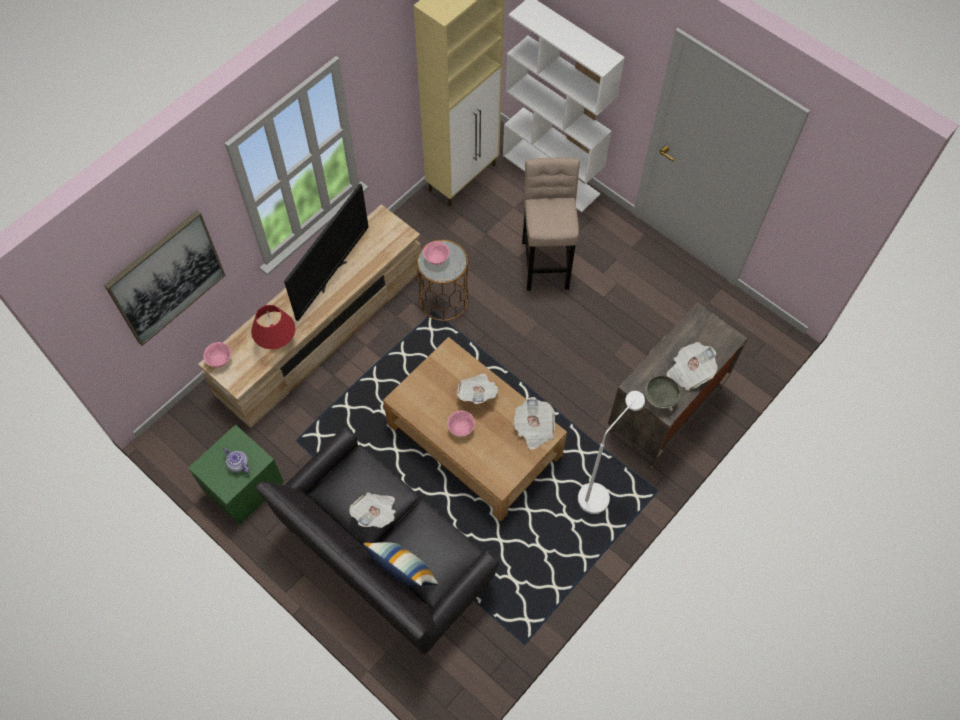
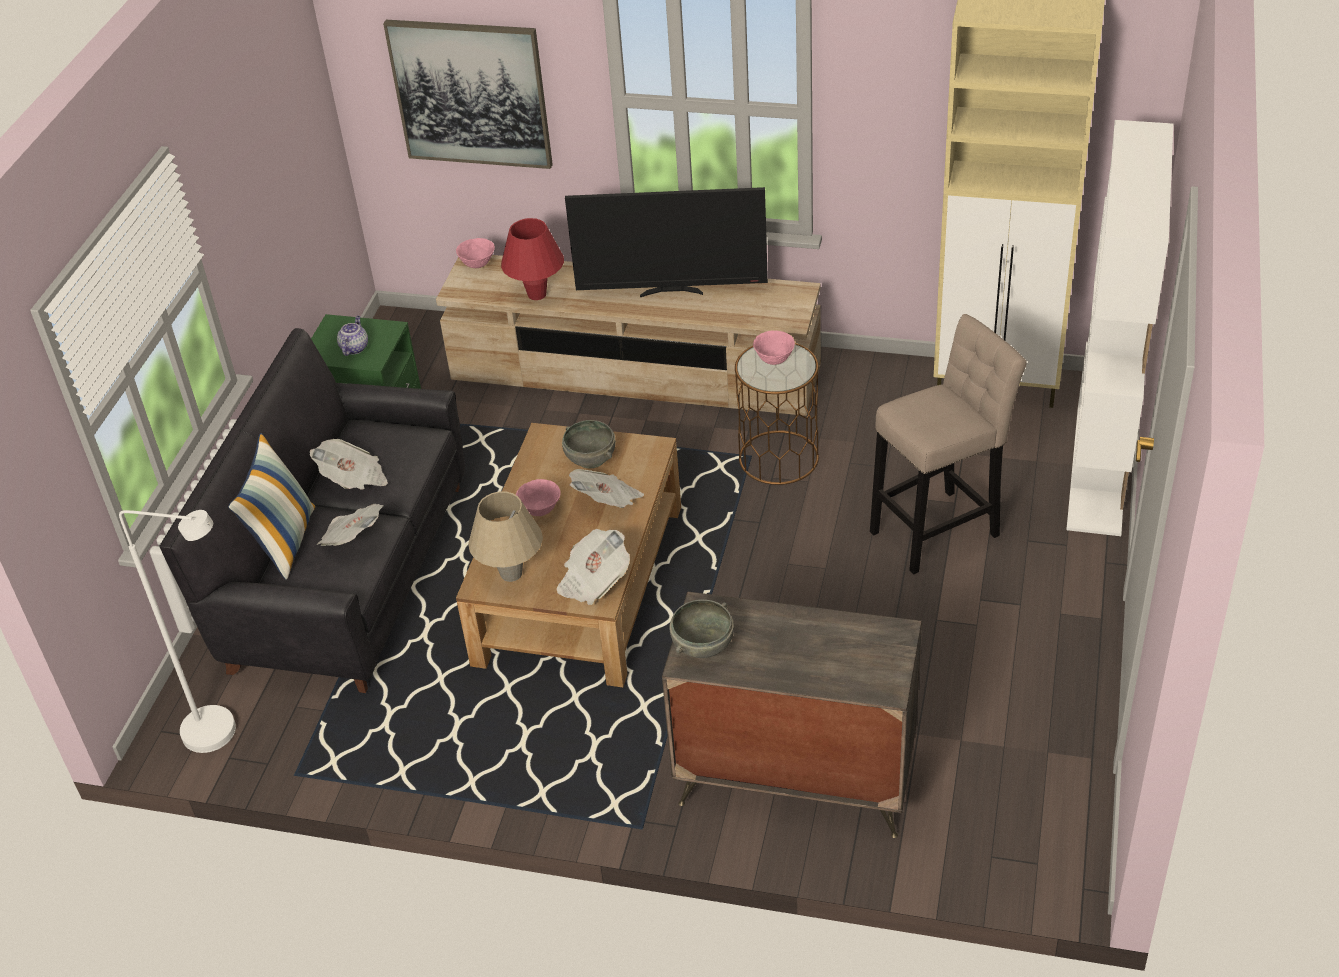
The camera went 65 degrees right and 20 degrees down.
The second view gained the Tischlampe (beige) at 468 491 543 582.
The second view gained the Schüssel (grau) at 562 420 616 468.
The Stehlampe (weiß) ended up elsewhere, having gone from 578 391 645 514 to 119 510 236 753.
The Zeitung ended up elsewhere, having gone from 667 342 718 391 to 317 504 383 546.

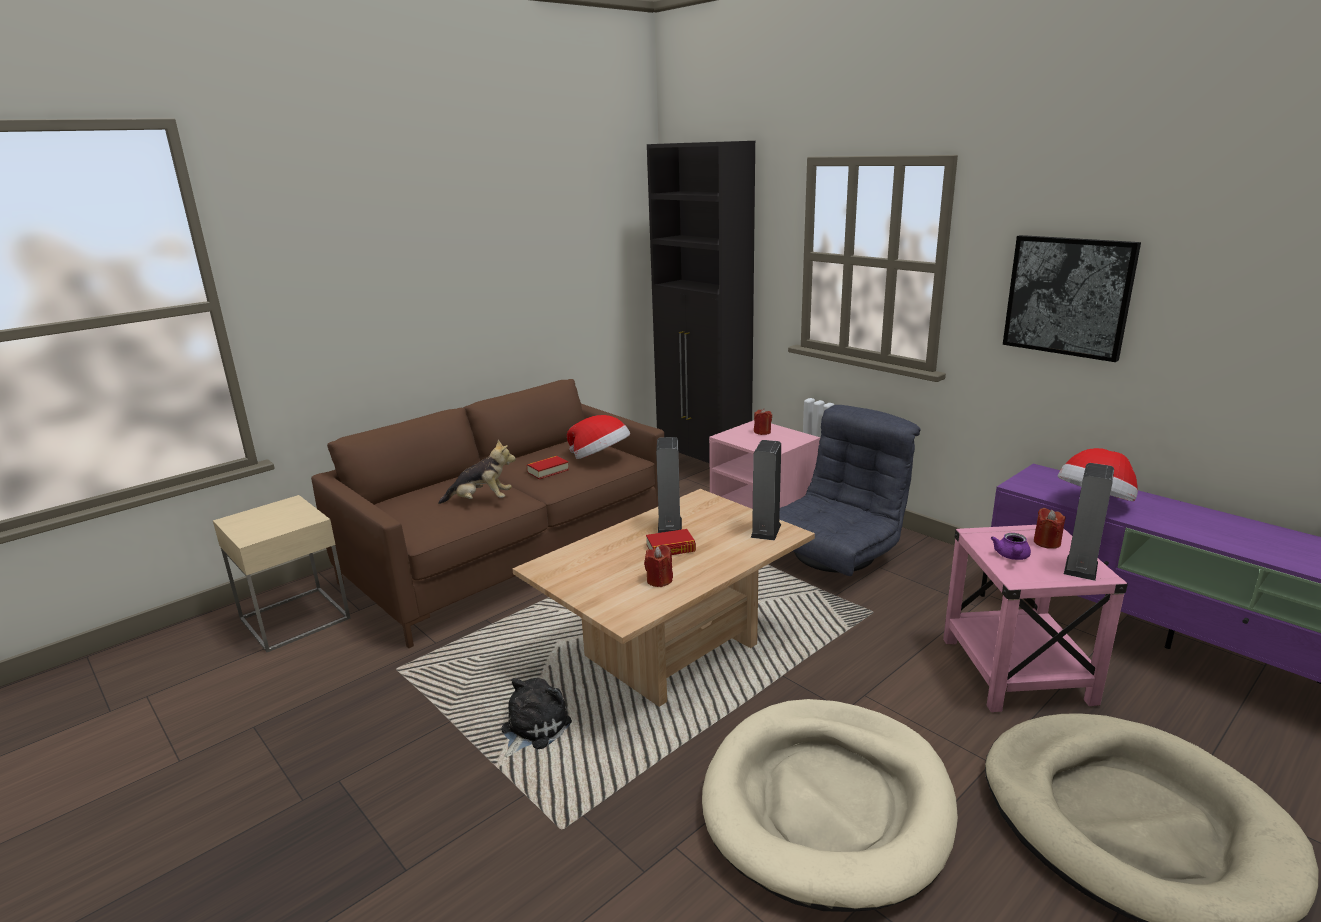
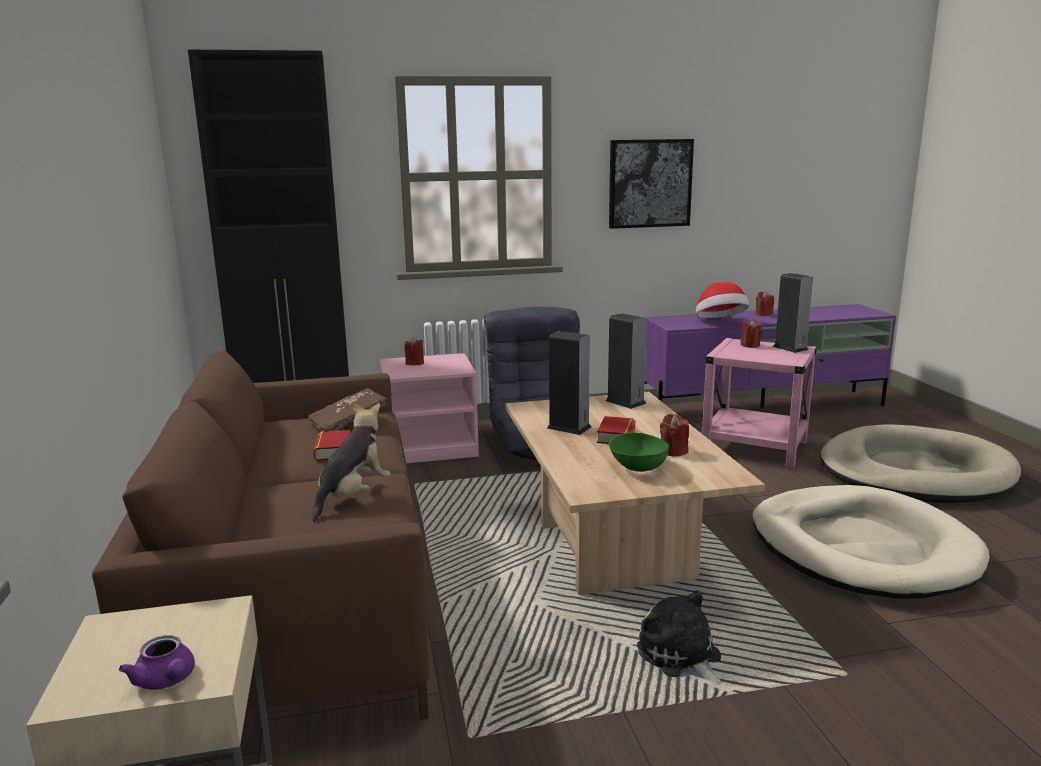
The camera went 60 degrees left and 5 degrees down.
The second view gained the Schüssel (grün) at 609 432 669 472.
The second view gained the Kerze (rot) at 756 291 774 316.
The Teekanne (lila) ended up elsewhere, having gone from 991 533 1031 560 to 119 635 195 690.
Where the Hut stood at 567 415 630 459, the Buch (braun) came to stand at 308 388 388 432.

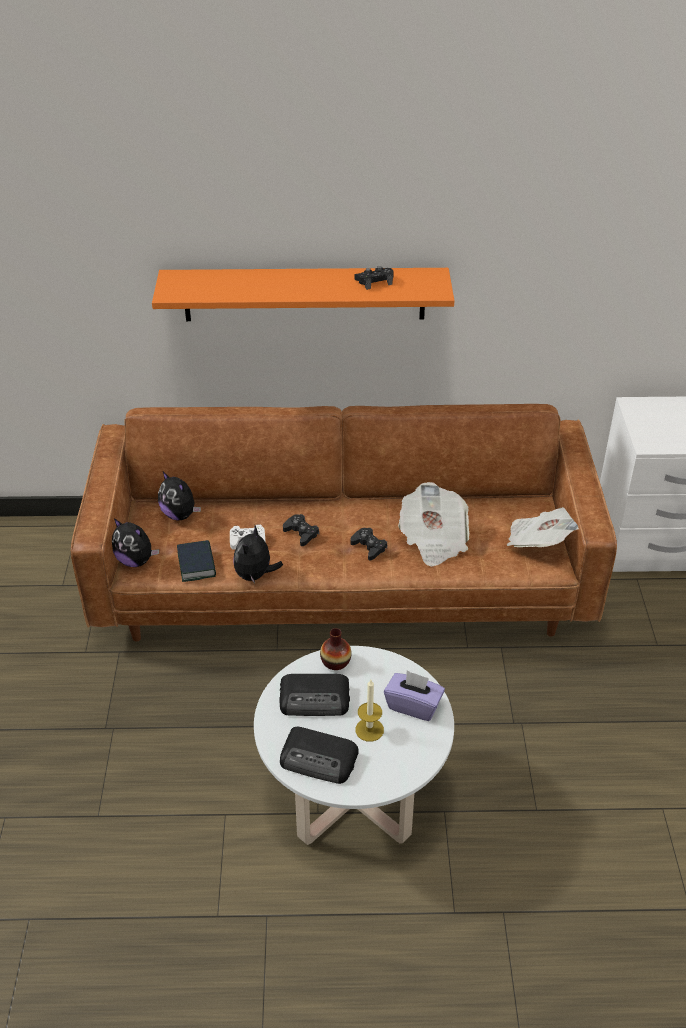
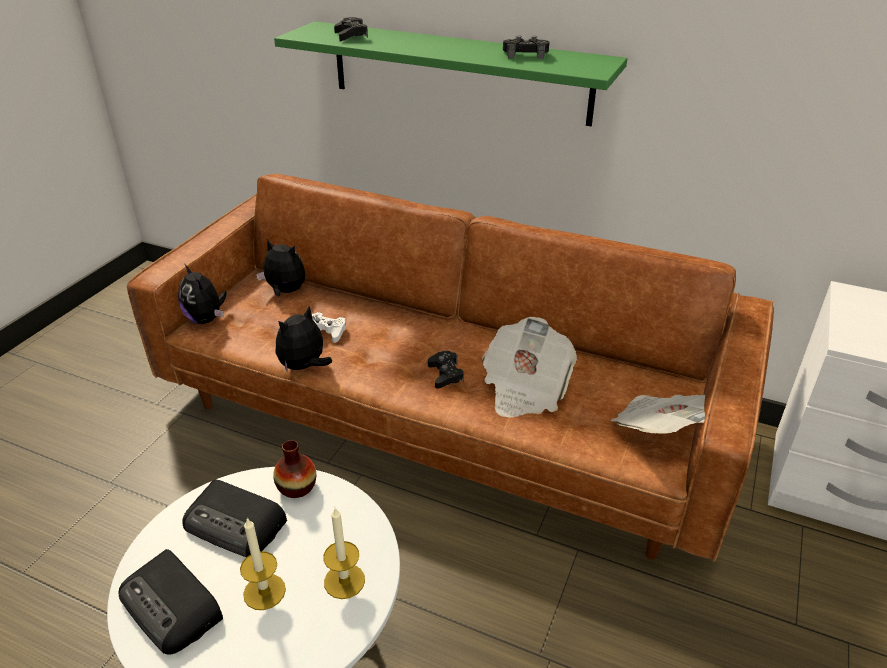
The camera went 25 degrees right and 5 degrees down.
The second view lost the Buch at 177 540 216 582.
The Gamepad (schwarz) ended up elsewhere, having gone from 283 514 319 546 to 334 17 368 42.
Where the Taschentuchbox (lila) stood at 384 670 445 721, the Kerze came to stand at 323 508 365 599.
What was the Wandregal (orange) at 152 268 455 321 turned into the Wandregal (grün) at 274 21 627 126.
The Plüschtier at 158 472 201 520 ended up facing another way, 135 degrees clockwise from before.

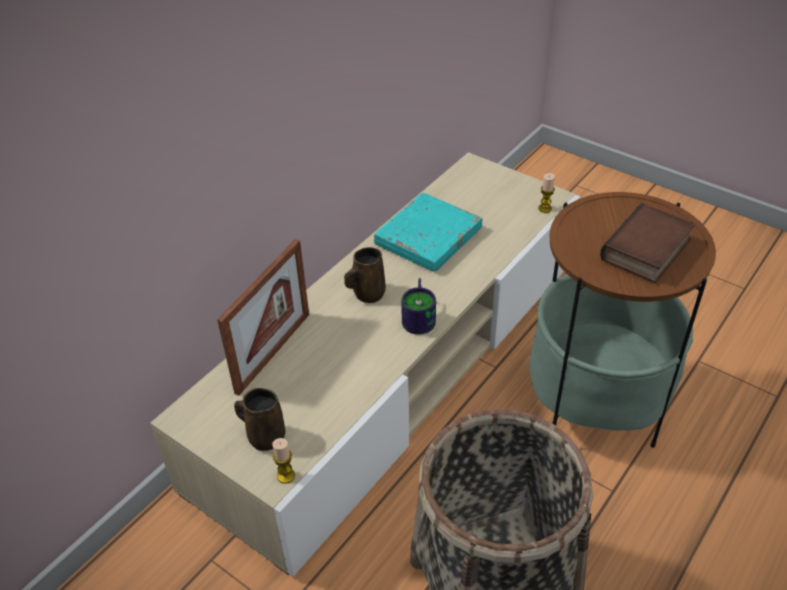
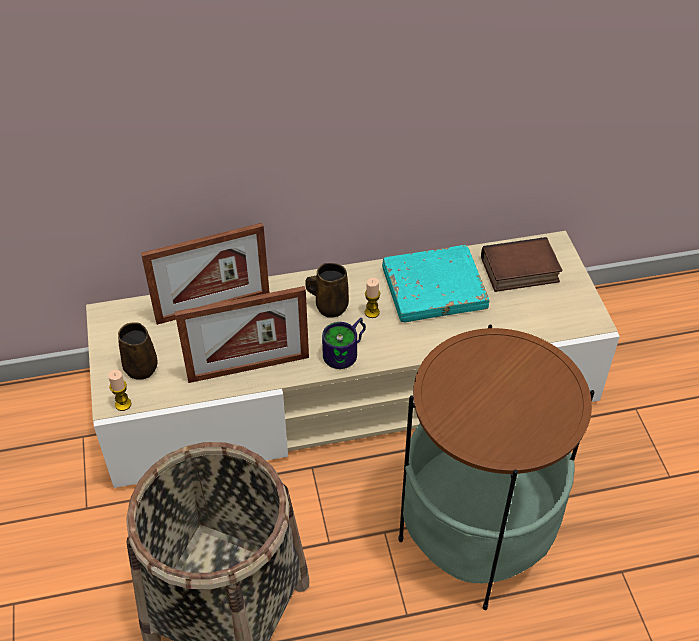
The camera went 40 degrees right and 5 degrees up.
The second view gained the Bilderrahmen at 175 286 309 383.
The Kerze ended up elsewhere, having gone from 538 173 555 213 to 365 278 380 318.
The Buch ended up elsewhere, having gone from 600 203 695 283 to 481 237 562 292.

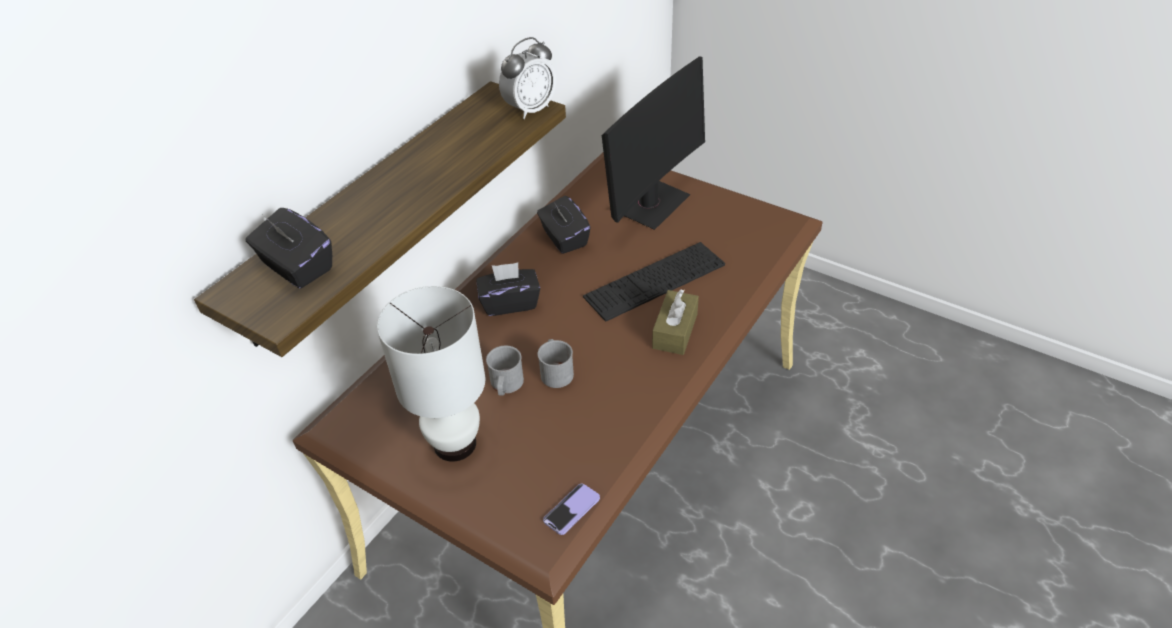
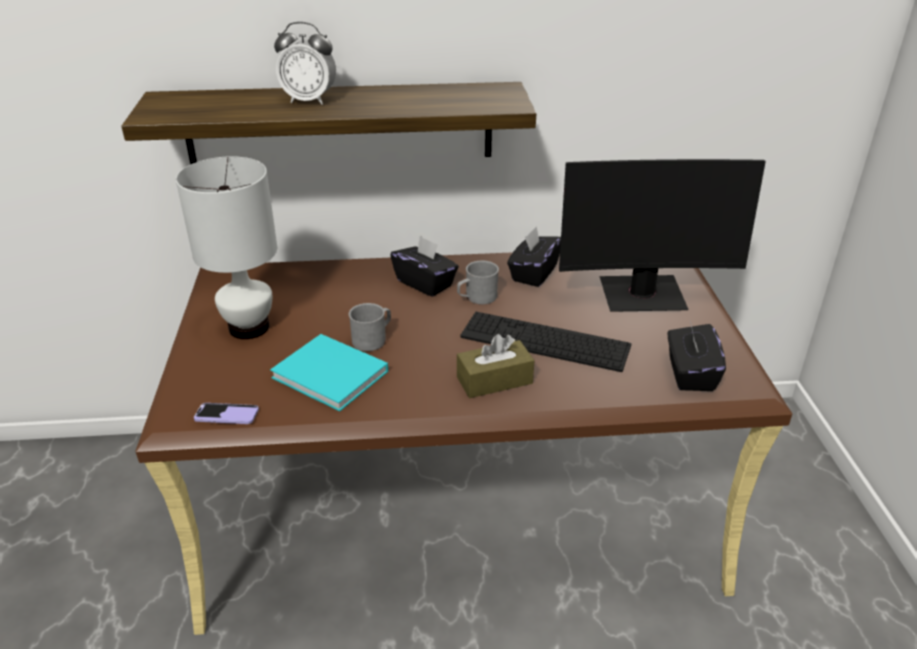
The camera went 50 degrees right and 10 degrees down.
The second view gained the Buch (türkis) at 270 334 388 411.
The Taschentuchbox (schwarz) ended up elsewhere, having gone from 246 208 332 288 to 667 320 726 391.
The Henkelbecher (grau) ended up elsewhere, having gone from 486 345 524 396 to 457 261 499 304.
The Wecker ended up elsewhere, having gone from 499 37 556 119 to 274 22 336 104.

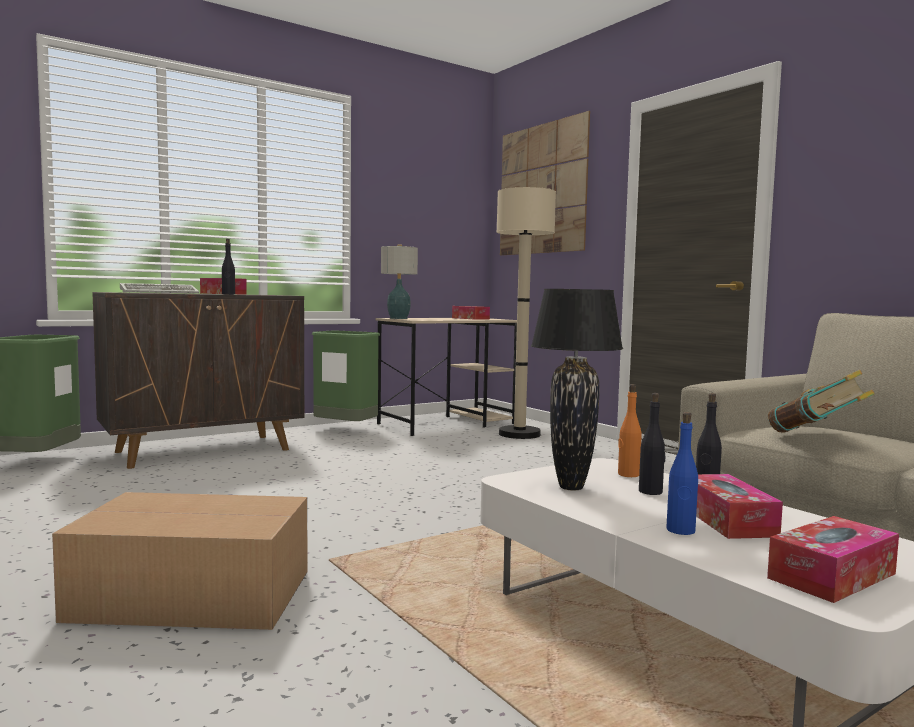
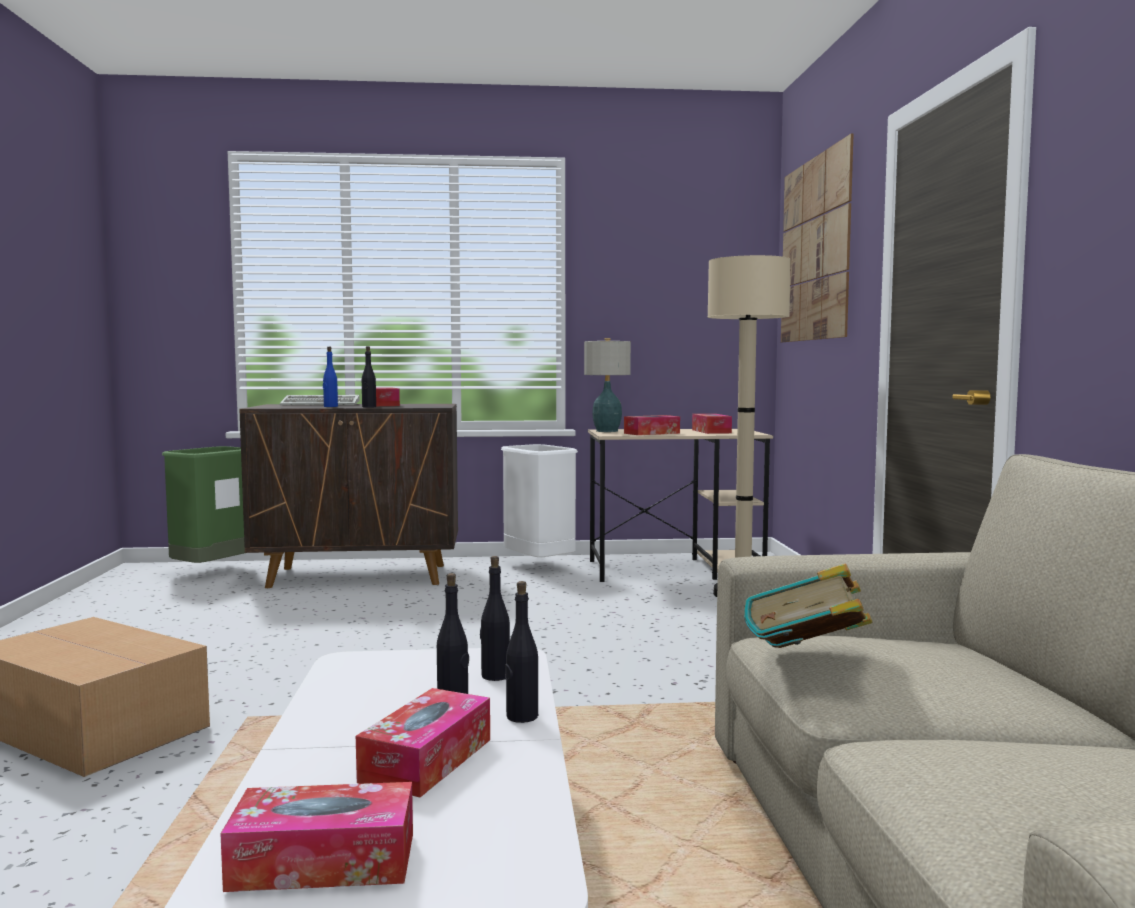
The camera went 30 degrees right and 0 degrees up.
The second view lost the Tischlampe (schwarz) at 531 289 623 491.
The second view gained the Taschentuchbox at 624 415 680 435.
The Flasche (blau) ended up elsewhere, having gone from 666 412 698 535 to 323 347 338 407.
What was the Mülleimer (grün) at 312 331 380 421 turned into the Mülleimer (weiß) at 501 444 578 557.
What was the Flasche (orange) at 618 384 642 477 turned into the Flasche (schwarz) at 480 556 510 681.

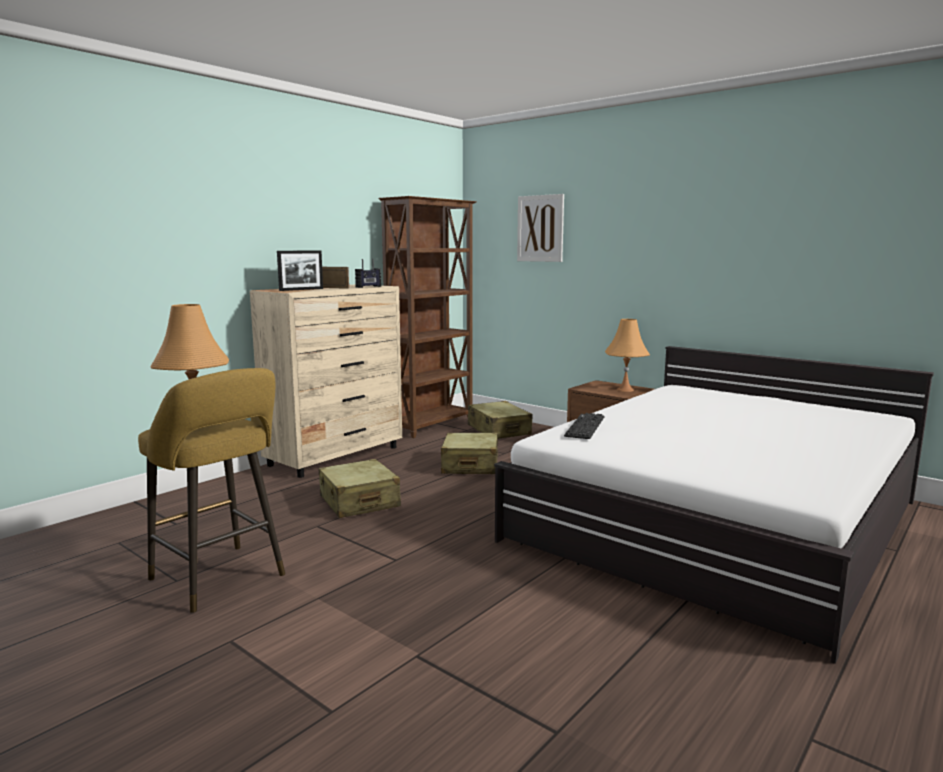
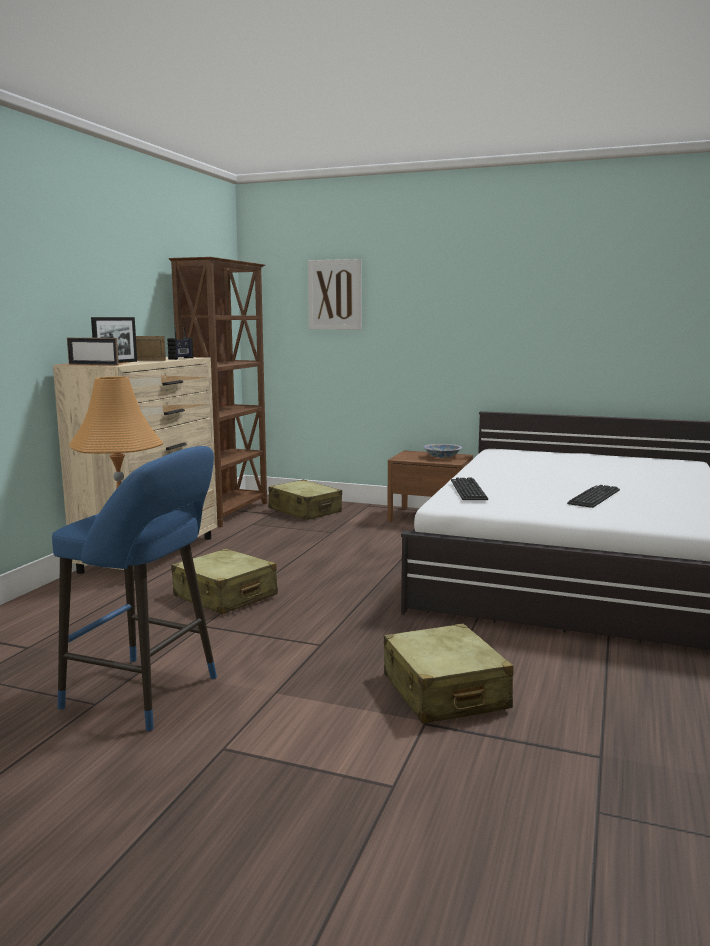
The camera went 20 degrees left and 0 degrees up.
The second view gained the Bilderrahmen at 67 338 119 366.
The second view gained the Tastatur at 567 485 620 508.
The Koffer (beige) ended up elsewhere, having gone from 441 433 498 474 to 384 624 514 724.
Where the Tischlampe (orange) stood at 605 319 650 392, the Schüssel came to stand at 423 444 462 458.
What was the Hocker (gelb) at 138 368 285 613 turned into the Hocker (blau) at 52 446 217 731.

